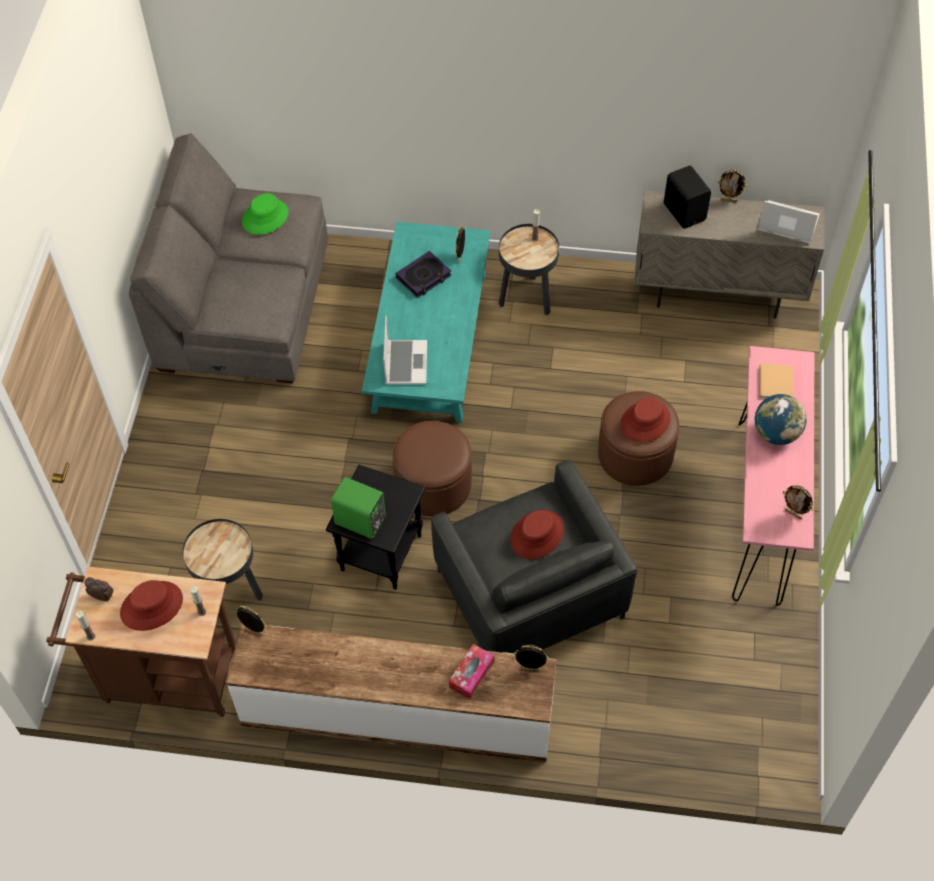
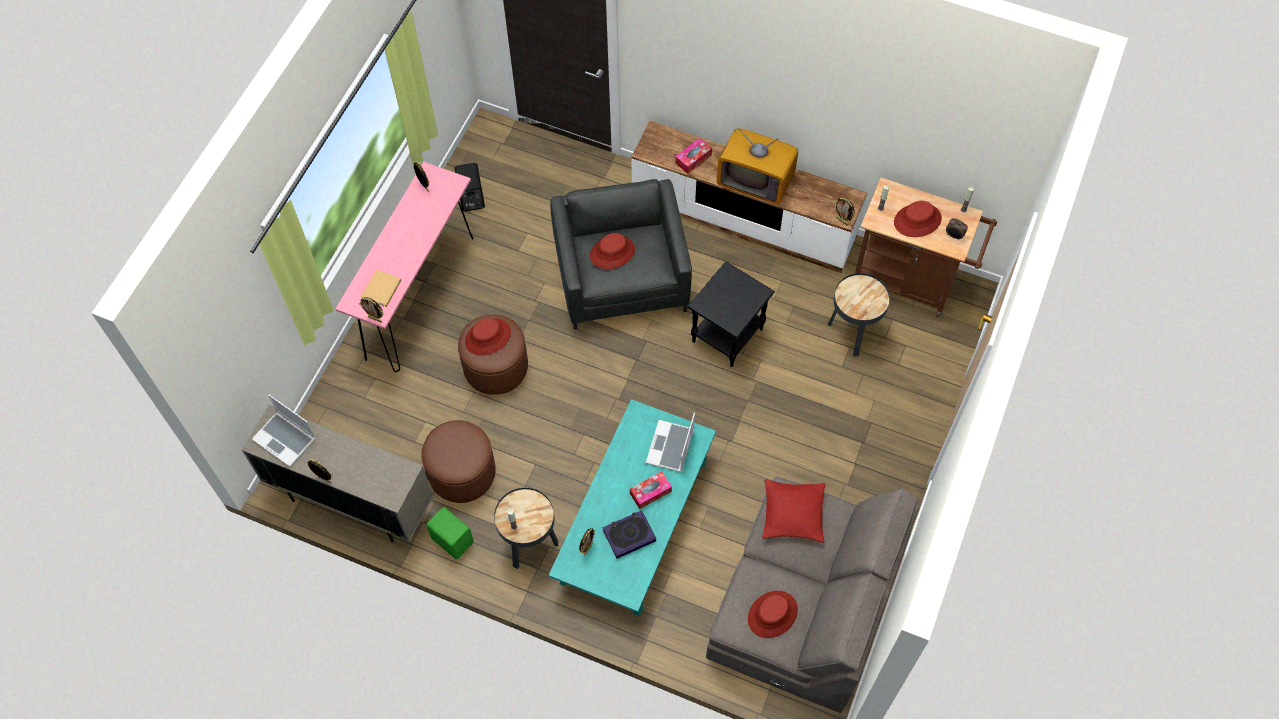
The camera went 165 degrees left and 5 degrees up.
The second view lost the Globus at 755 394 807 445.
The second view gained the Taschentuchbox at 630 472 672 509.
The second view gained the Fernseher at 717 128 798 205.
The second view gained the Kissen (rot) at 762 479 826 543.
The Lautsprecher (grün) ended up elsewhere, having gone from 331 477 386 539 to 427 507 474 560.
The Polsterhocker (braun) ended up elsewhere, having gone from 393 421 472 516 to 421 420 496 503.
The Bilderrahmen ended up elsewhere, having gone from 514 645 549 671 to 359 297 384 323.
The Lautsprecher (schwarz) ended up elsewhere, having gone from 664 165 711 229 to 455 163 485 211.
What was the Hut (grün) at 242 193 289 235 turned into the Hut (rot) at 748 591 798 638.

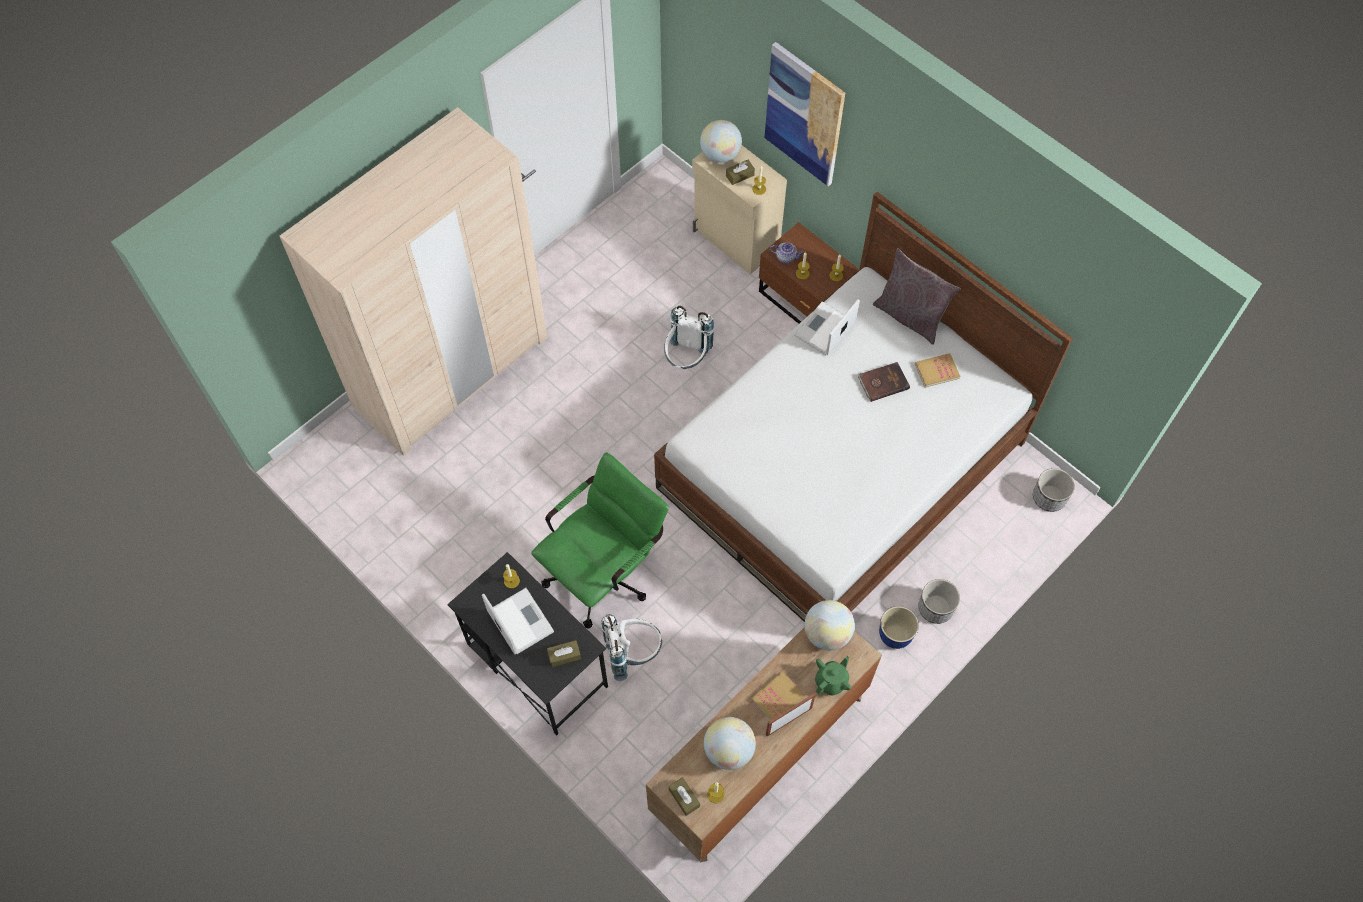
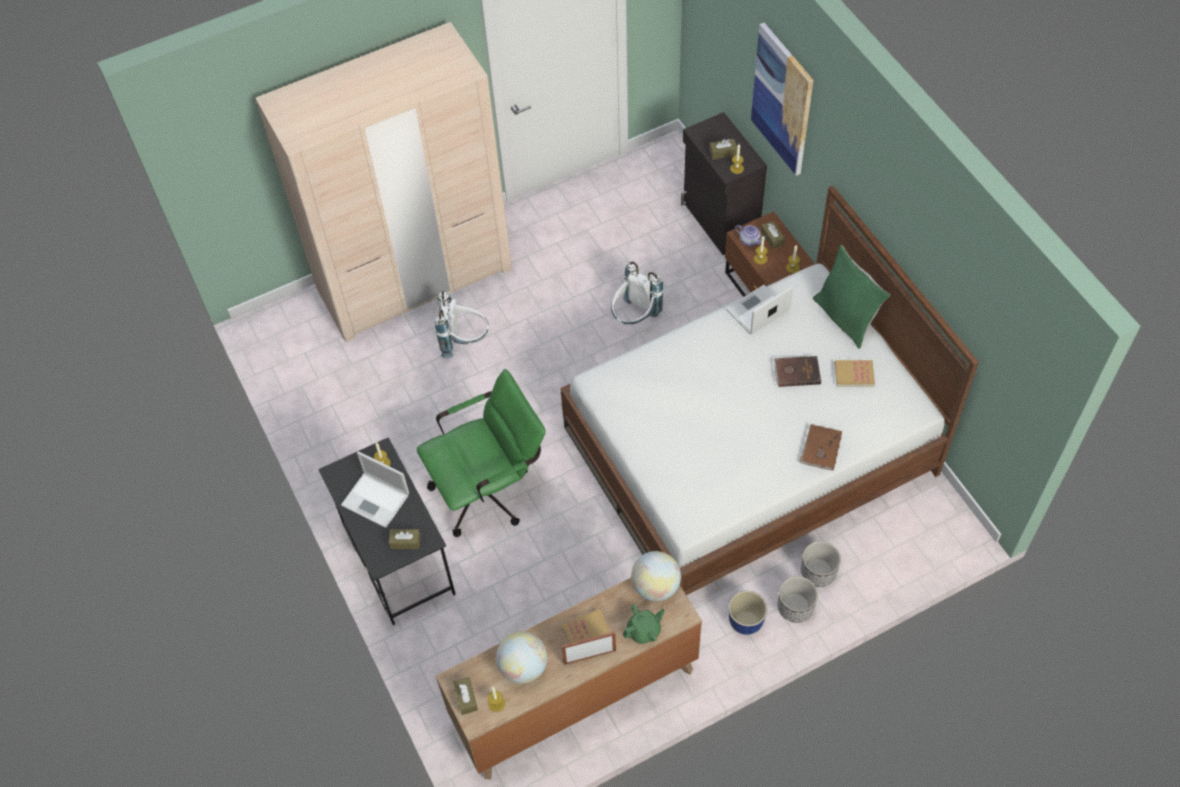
The camera went 20 degrees right and 5 degrees down.
The second view lost the Globus at 700 120 742 163.
The second view gained the Taschentuchbox (braun) at 761 221 785 249.
The second view gained the Buch (braun) at 799 424 842 470.
The Rucksack (weiß) ended up elsewhere, having gone from 601 614 662 681 to 435 291 489 358.
The Pflanzkübel ended up elsewhere, having gone from 1033 468 1075 512 to 801 541 841 587.
What was the Schrank (beige) at 692 145 787 274 turned into the Schrank (schwarz) at 681 112 767 255.
What was the Kissen (grau) at 873 248 961 345 turned into the Kissen (grün) at 813 245 890 349.
The Laptop at 482 588 554 655 ended up facing another way, 135 degrees clockwise from before.

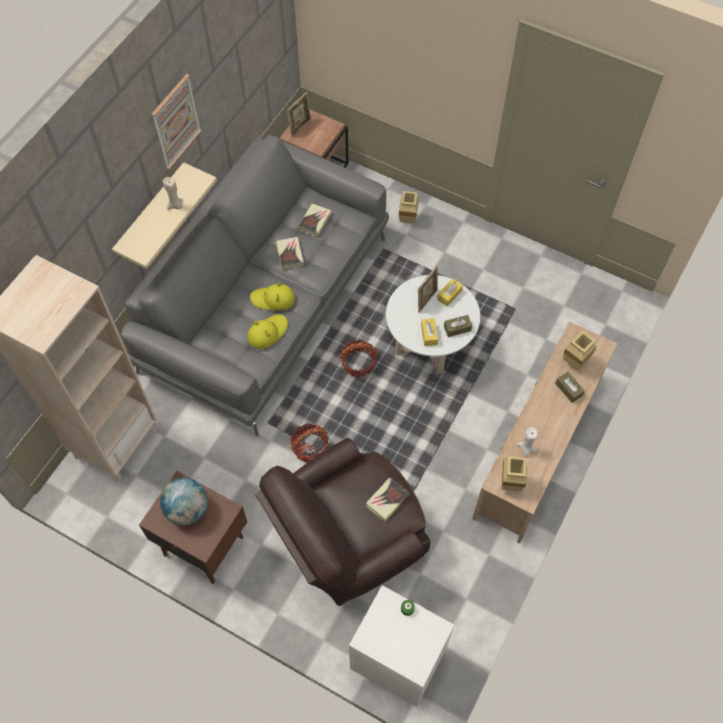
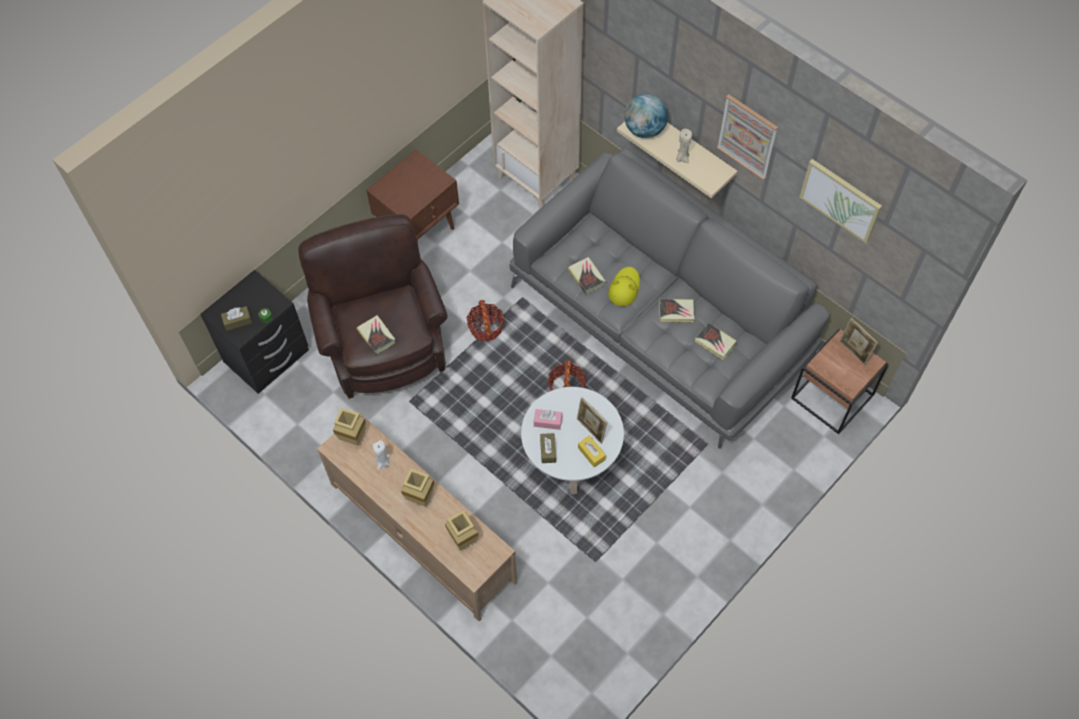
The camera went 105 degrees right and 0 degrees up.
The second view gained the Bild at 799 159 882 243.
The Globus ended up elsewhere, having gone from 160 478 208 525 to 624 94 668 138.
The Vase (beige) ended up elsewhere, having gone from 399 191 419 223 to 401 469 434 506.
The Taschentuchbox (braun) ended up elsewhere, having gone from 555 372 585 403 to 221 306 252 331.
Where the Hut (gelb) stood at 247 314 288 349, the Buch came to stand at 568 257 606 294.
What was the Nachttisch (weiß) at 349 585 454 707 turned into the Nachttisch (schwarz) at 200 270 309 394.
What was the Taschentuchbox (gelb) at 421 318 438 346 turned into the Taschentuchbox (rosa) at 534 409 562 430.

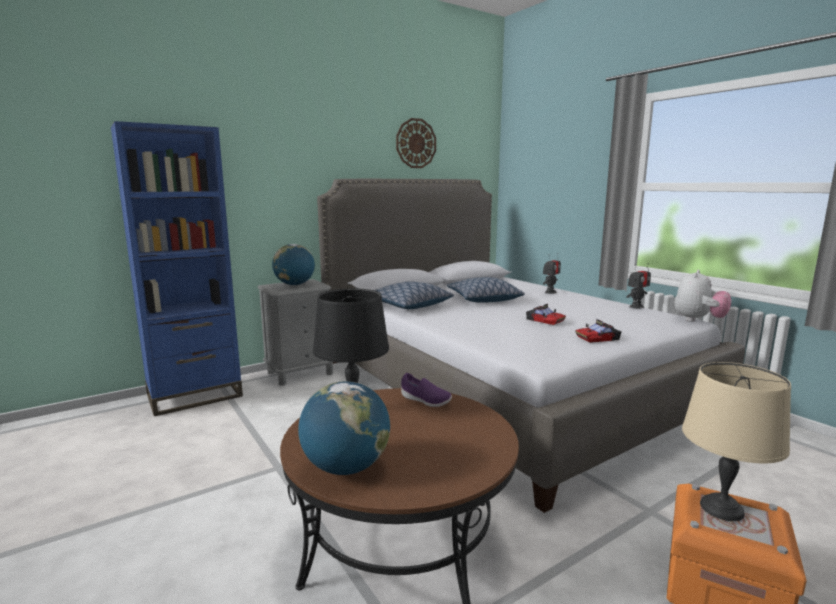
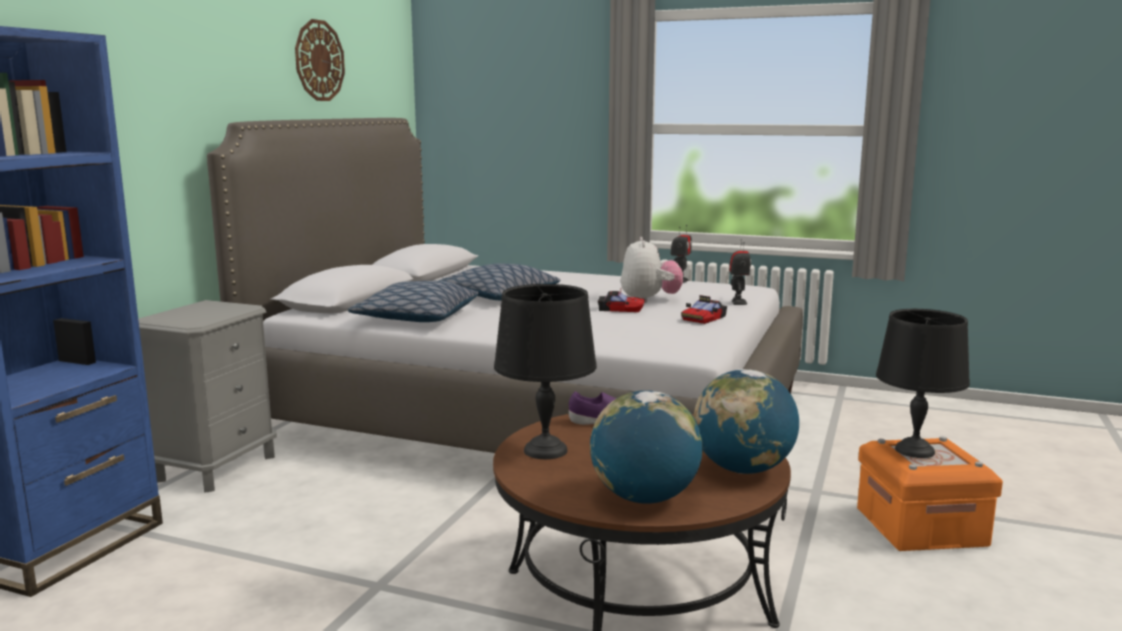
The camera went 35 degrees left and 0 degrees up.
The Globus ended up elsewhere, having gone from 272 244 315 285 to 694 369 799 474.
The Spielzeugroboter ended up elsewhere, having gone from 543 253 561 294 to 729 239 751 305.
The Plüschtier ended up elsewhere, having gone from 674 270 731 322 to 621 237 683 303.
What was the Tischlampe (beige) at 682 362 791 521 turned into the Tischlampe (schwarz) at 876 309 970 458.

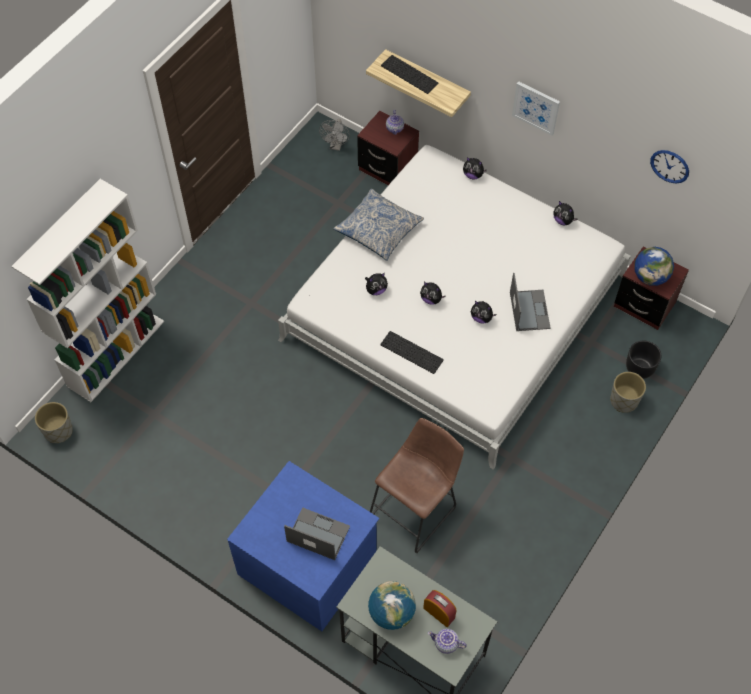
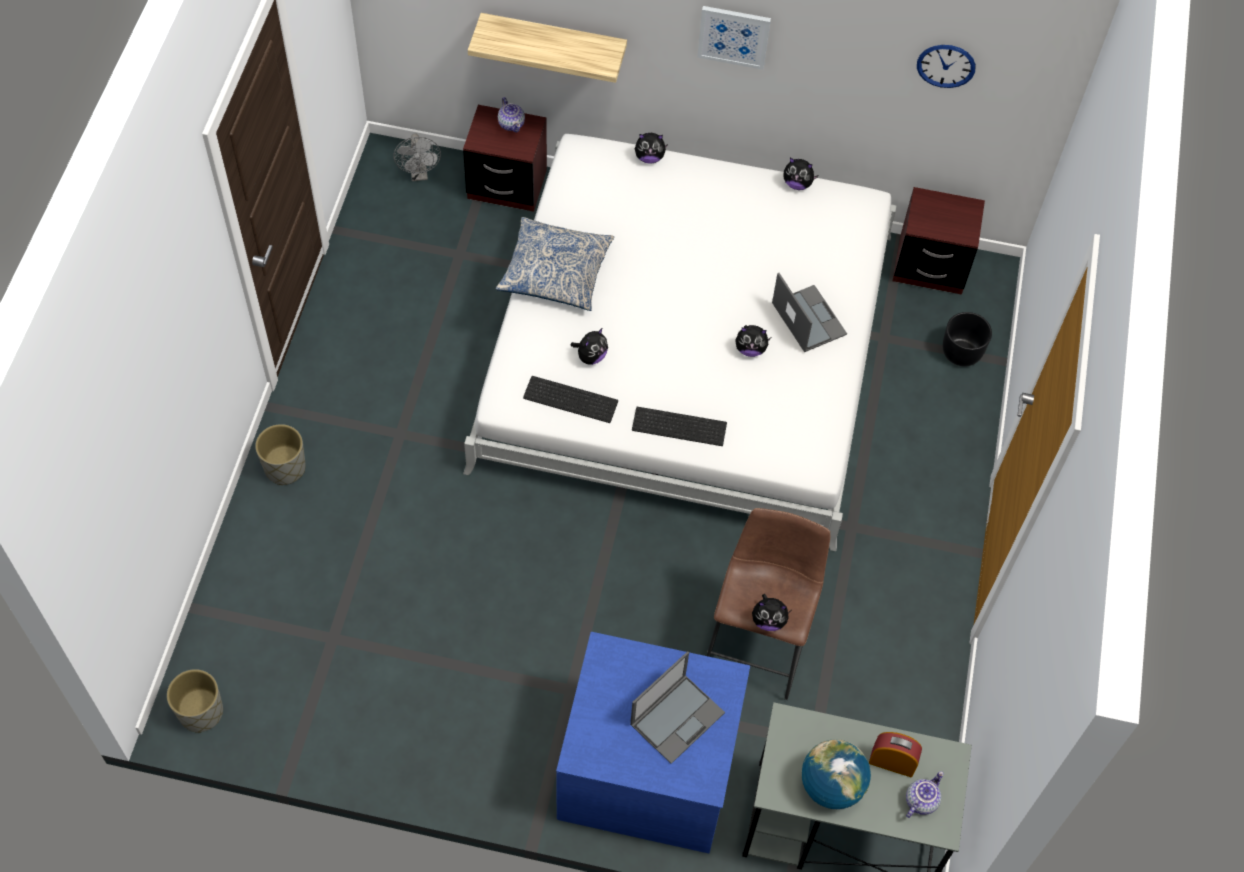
The camera went 25 degrees left and 0 degrees up.
The second view lost the Bücherregal (weiß) at 11 179 164 402.
The second view lost the Globus at 634 247 674 286.
The Tastatur ended up elsewhere, having gone from 381 55 439 94 to 523 376 618 423.
The Plüschtier ended up elsewhere, having gone from 420 282 446 305 to 752 594 791 631.
The Pflanzkübel (grau) ended up elsewhere, having gone from 610 372 646 413 to 255 424 305 485.
The Laptop at 284 507 350 560 ended up facing another way, 135 degrees clockwise from before.
The Teekanne at 428 629 467 654 ended up facing another way, 135 degrees clockwise from before.

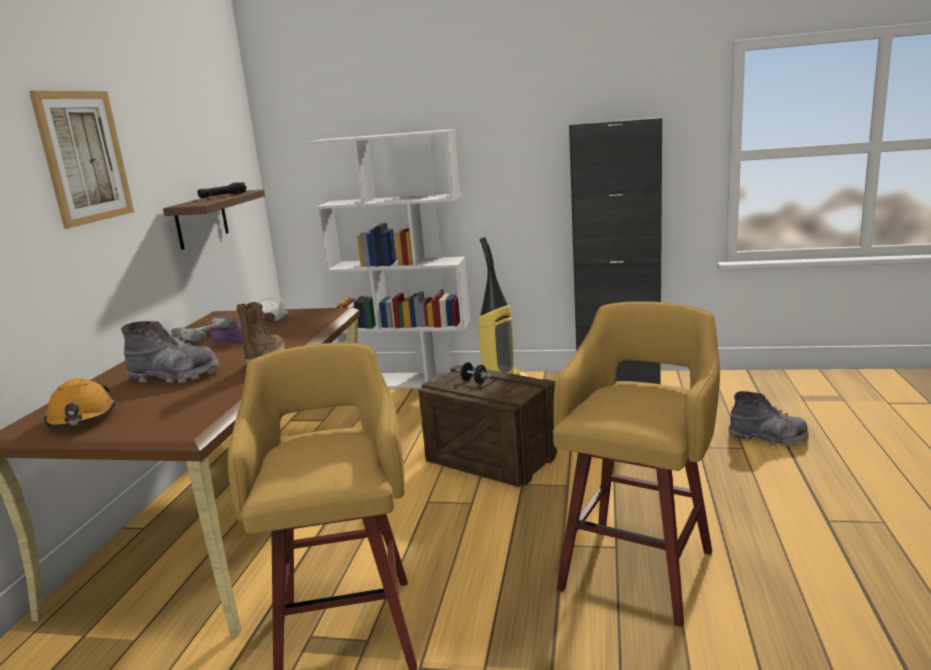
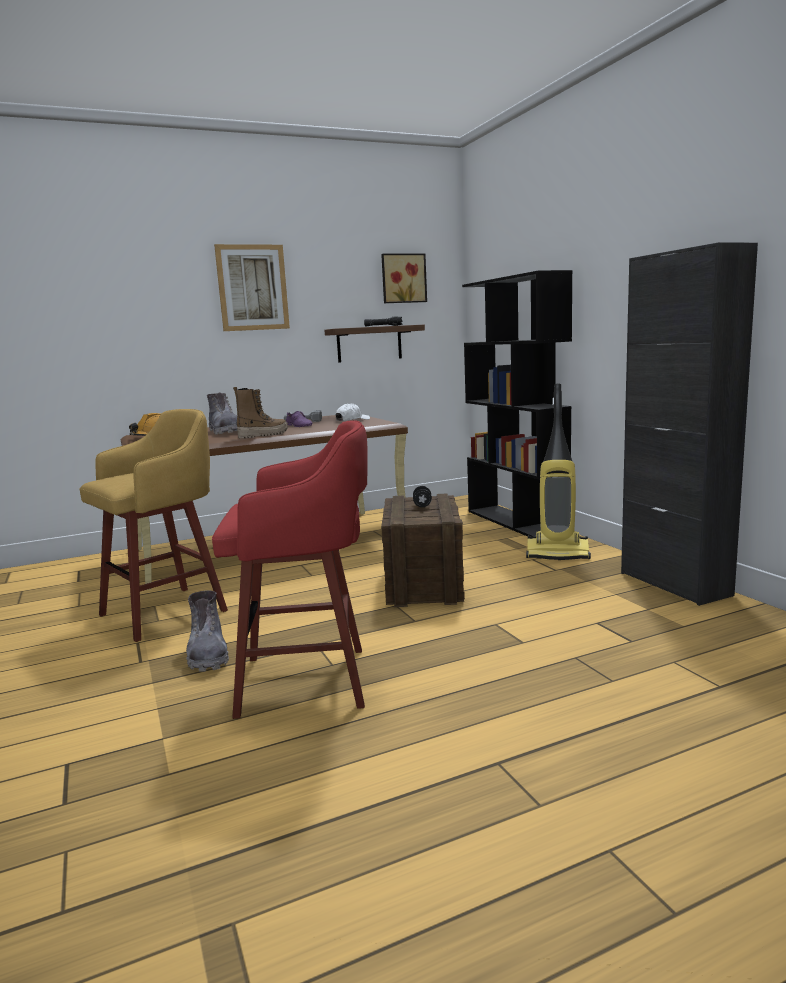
The camera went 55 degrees right and 5 degrees down.
The second view gained the Bild at 381 254 427 303.
The Stiefel (grau) ended up elsewhere, having gone from 728 391 809 446 to 186 590 229 672.
What was the Bücherregal (weiß) at 307 129 471 389 turned into the Bücherregal (schwarz) at 462 270 573 537.
What was the Hocker (gelb) at 553 301 720 627 turned into the Hocker (rot) at 212 420 368 719.

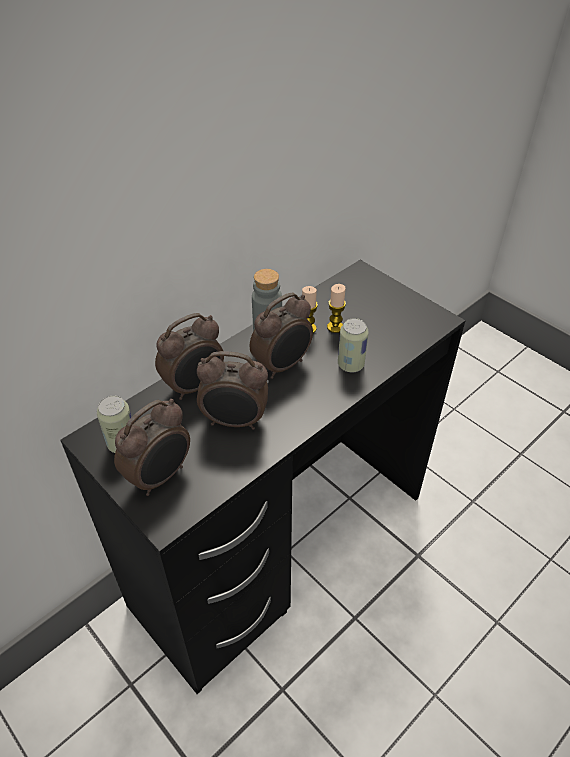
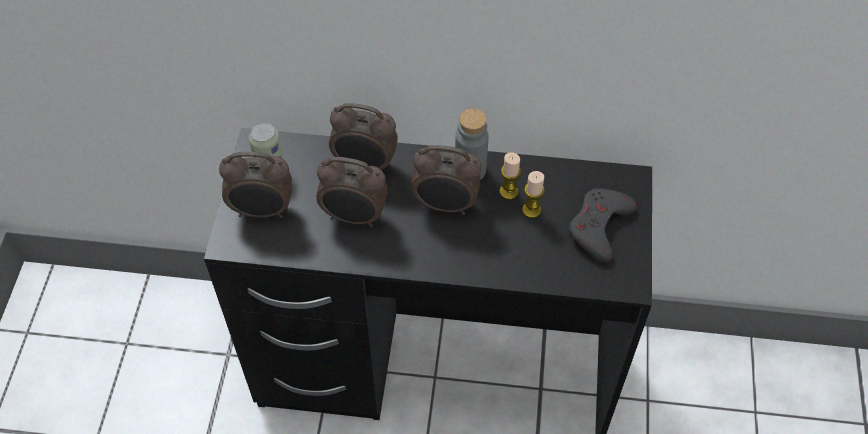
The camera went 50 degrees right and 10 degrees up.
The second view lost the Dose at 338 318 369 372.
The second view gained the Gamepad (grau) at 569 188 637 263.
The Wecker at 197 351 268 430 ended up facing another way, 45 degrees counterclockwise from before.

